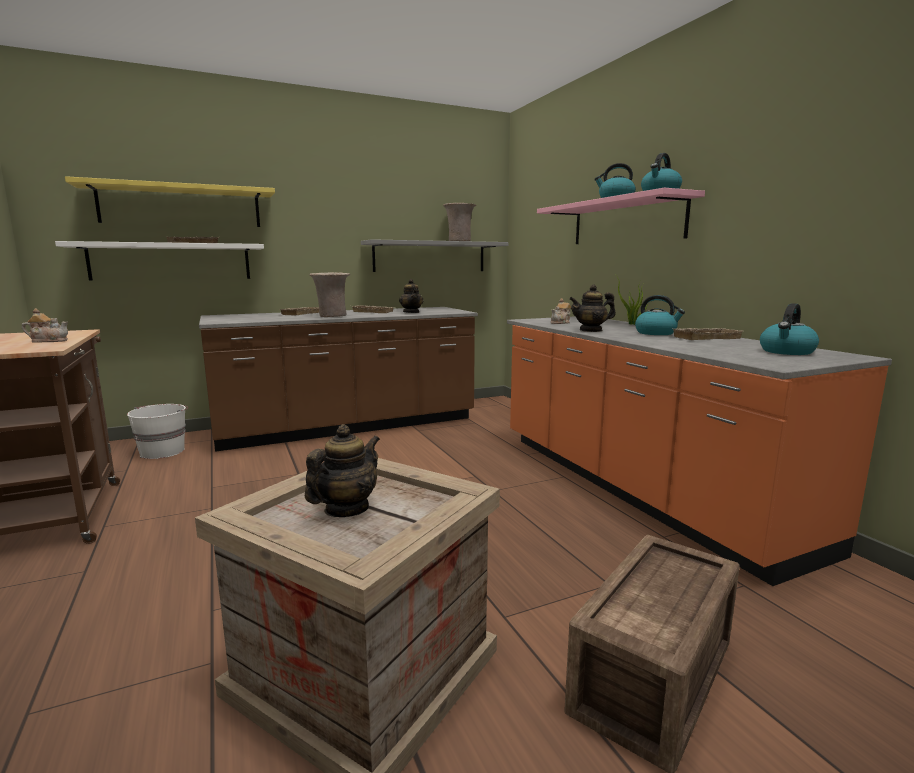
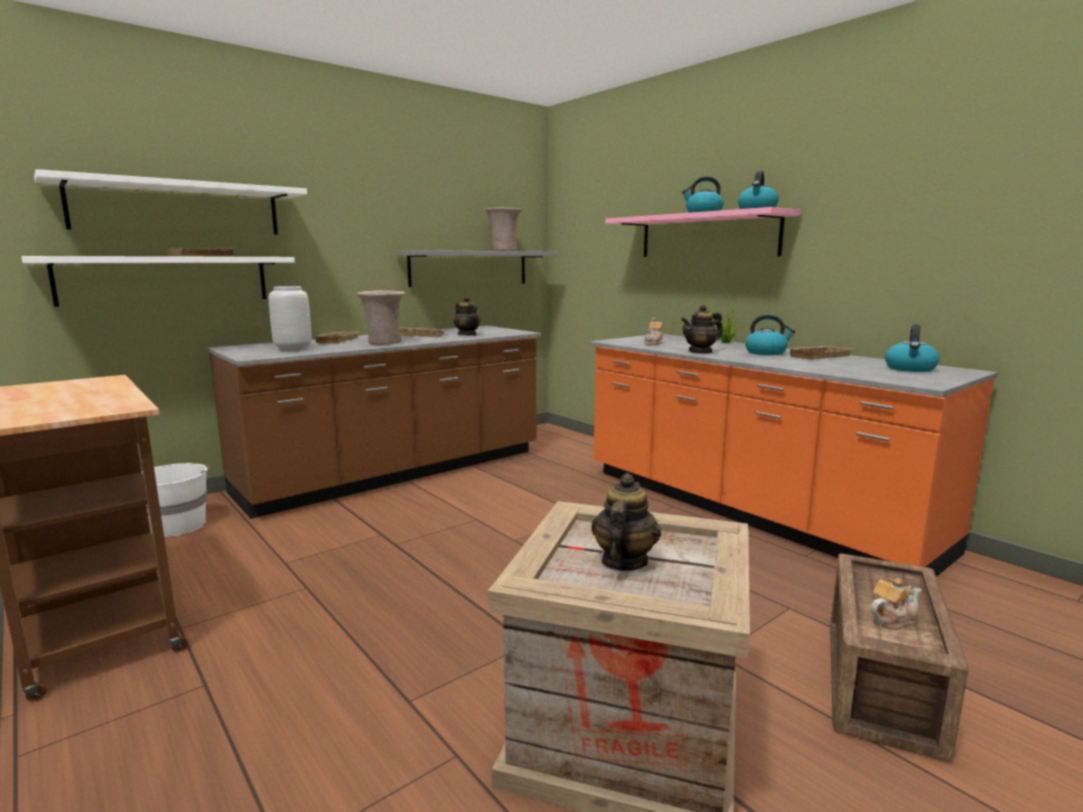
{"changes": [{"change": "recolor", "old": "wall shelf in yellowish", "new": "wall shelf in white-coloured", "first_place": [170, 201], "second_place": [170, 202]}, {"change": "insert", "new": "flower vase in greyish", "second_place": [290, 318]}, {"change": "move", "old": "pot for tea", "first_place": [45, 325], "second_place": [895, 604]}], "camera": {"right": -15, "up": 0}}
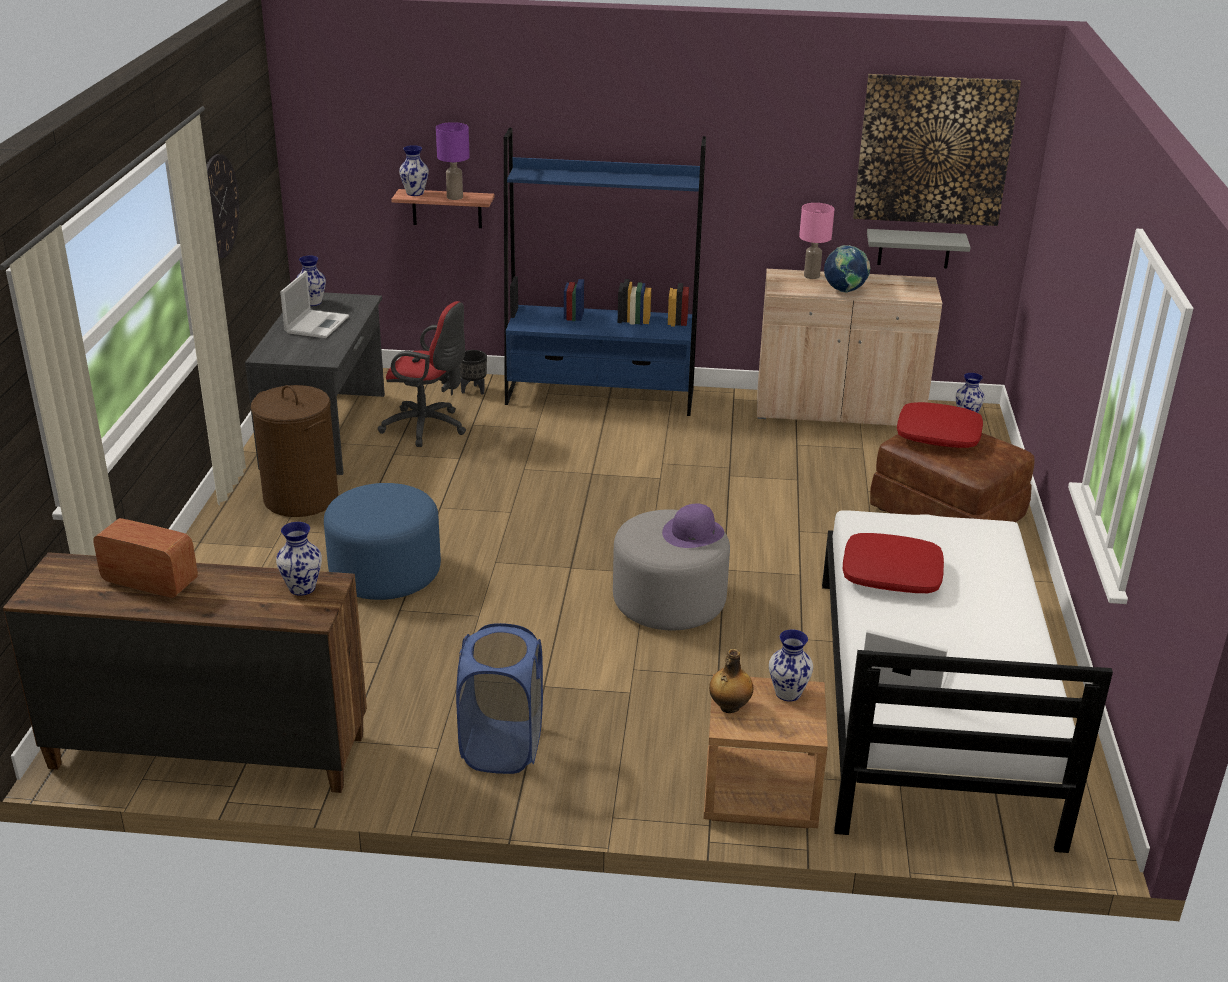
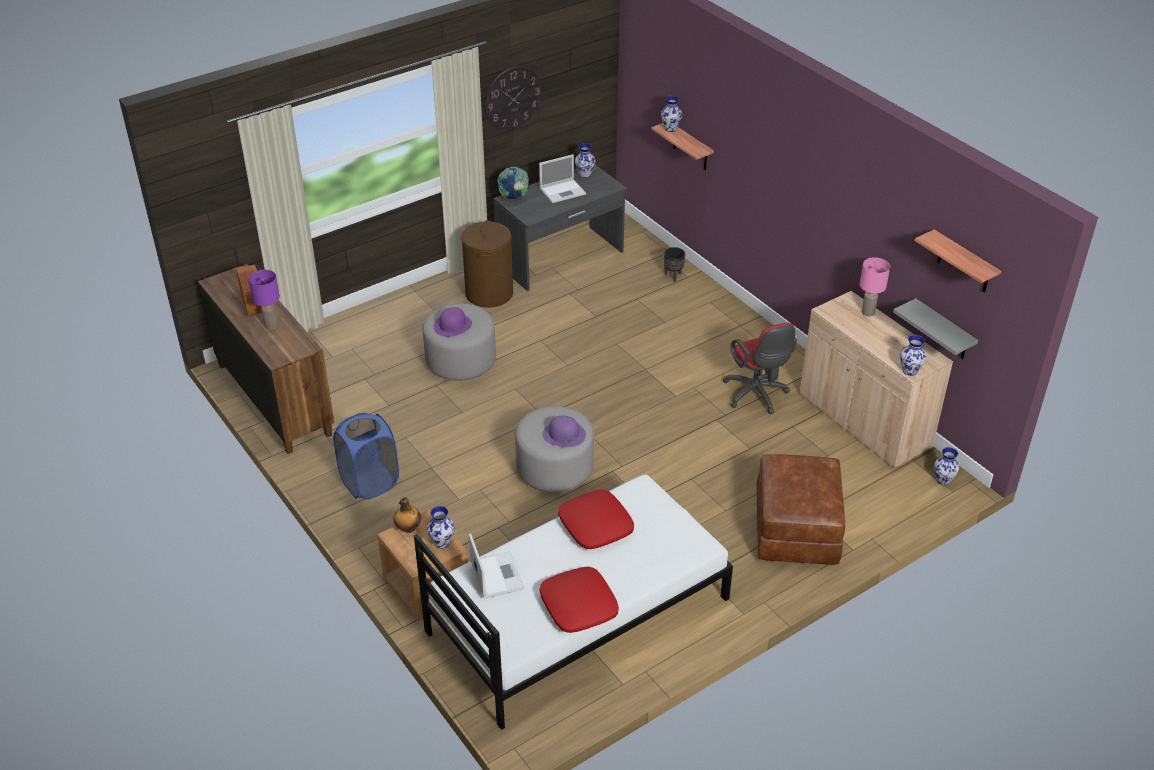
{"changes": [{"change": "move", "old": "tabletop lamp in purplish", "first_place": [453, 161], "second_place": [264, 299]}, {"change": "recolor", "old": "ottoman in blue-coloured", "new": "ottoman in greyish", "first_place": [382, 541], "second_place": [459, 342]}, {"change": "insert", "new": "hat in purplish", "second_place": [453, 322]}, {"change": "move", "old": "desk globe", "first_place": [847, 269], "second_place": [513, 183]}, {"change": "move", "old": "throw pillow in red-coloured", "first_place": [940, 425], "second_place": [579, 600]}, {"change": "move", "old": "desk chair in red-coloured", "first_place": [422, 374], "second_place": [760, 368]}, {"change": "move", "old": "flower vase", "first_place": [299, 559], "second_place": [913, 355]}, {"change": "replace", "old": "picture", "new": "wall shelf", "first_place": [937, 150], "second_place": [957, 261]}, {"change": "delete", "old": "bookcase in blue-coloured", "first_place": [605, 272]}], "camera": {"right": 50, "up": 10}}
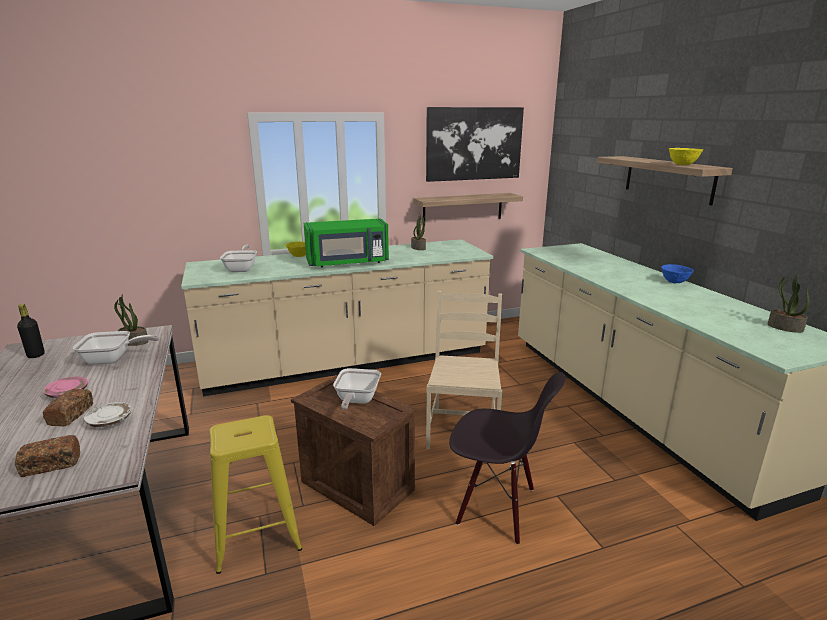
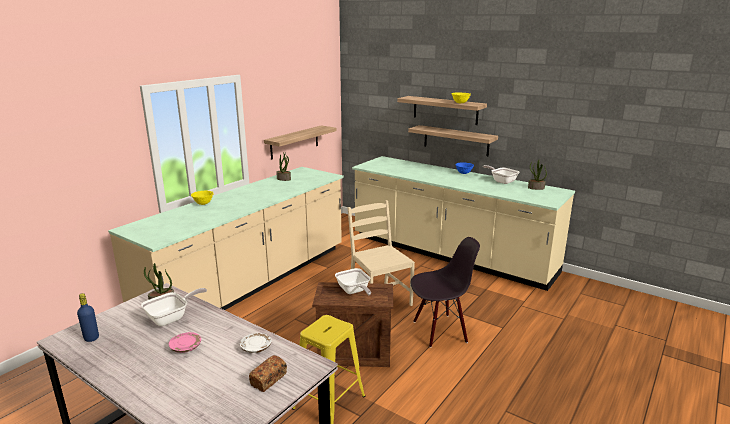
{"changes": [{"change": "recolor", "old": "beverage bottle in blackish", "new": "beverage bottle in blue-coloured", "first_place": [31, 331], "second_place": [88, 317]}, {"change": "insert", "new": "wall shelf", "second_place": [453, 140]}, {"change": "move", "old": "skillet", "first_place": [238, 258], "second_place": [501, 174]}, {"change": "delete", "old": "baked bread", "first_place": [68, 407]}, {"change": "delete", "old": "microwave in greenish", "first_place": [346, 242]}, {"change": "delete", "old": "picture", "first_place": [475, 144]}], "camera": {"right": -35, "up": 0}}
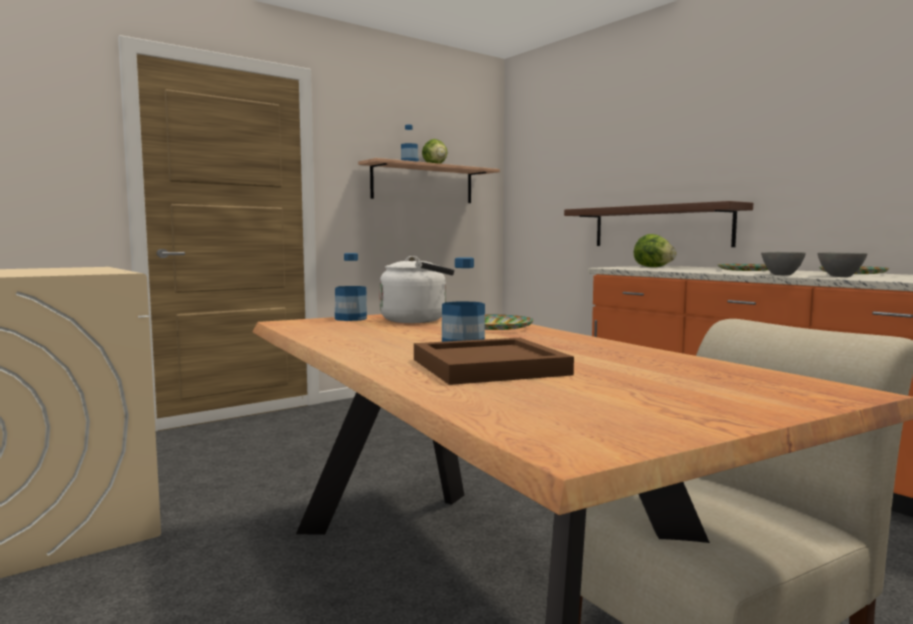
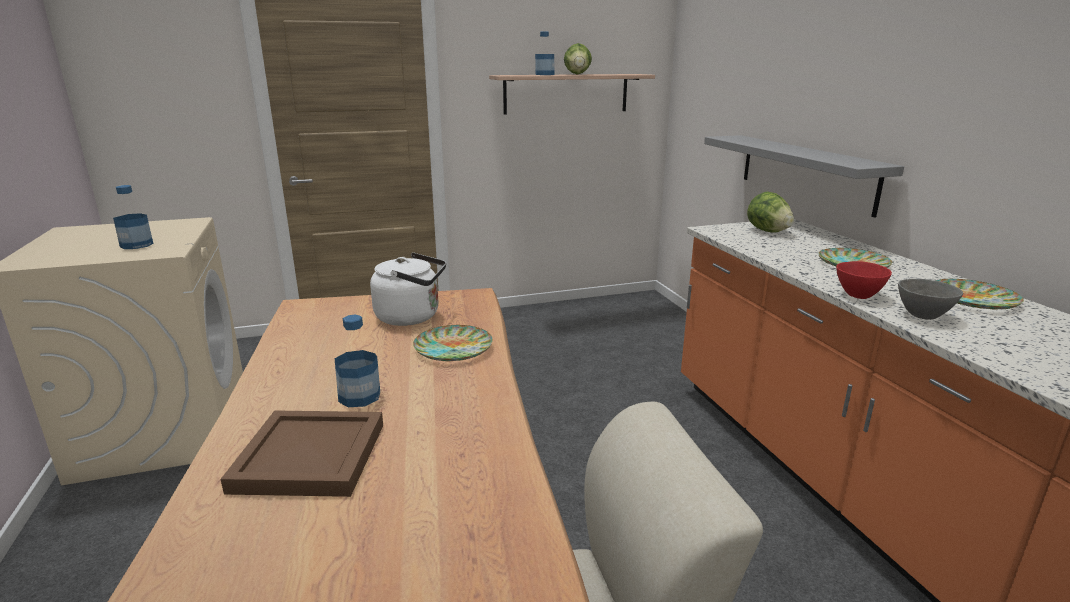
{"changes": [{"change": "move", "old": "beverage bottle", "first_place": [351, 287], "second_place": [133, 217]}, {"change": "recolor", "old": "wall shelf in brownish", "new": "wall shelf in greyish", "first_place": [658, 224], "second_place": [804, 176]}, {"change": "recolor", "old": "bowl in greyish", "new": "bowl in red-coloured", "first_place": [783, 263], "second_place": [864, 280]}], "camera": {"right": 20, "up": 15}}
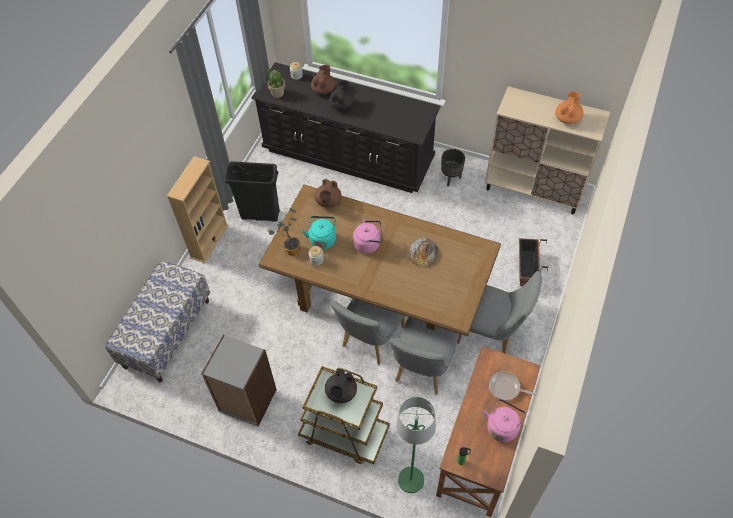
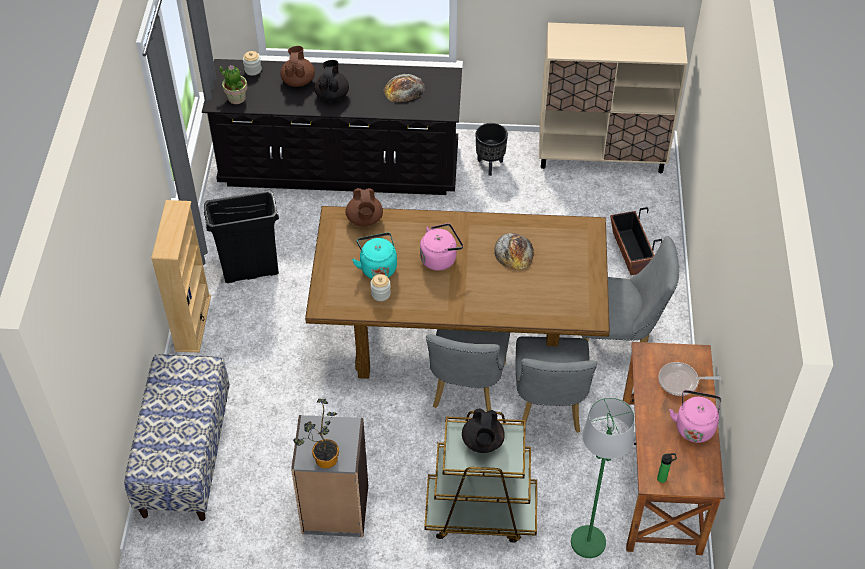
{"changes": [{"change": "move", "old": "plant in a pot", "first_place": [284, 232], "second_place": [316, 433]}, {"change": "insert", "new": "baked bread", "second_place": [404, 88]}, {"change": "delete", "old": "pot for tea in orange-coloured", "first_place": [569, 108]}], "camera": {"right": -20, "up": -5}}
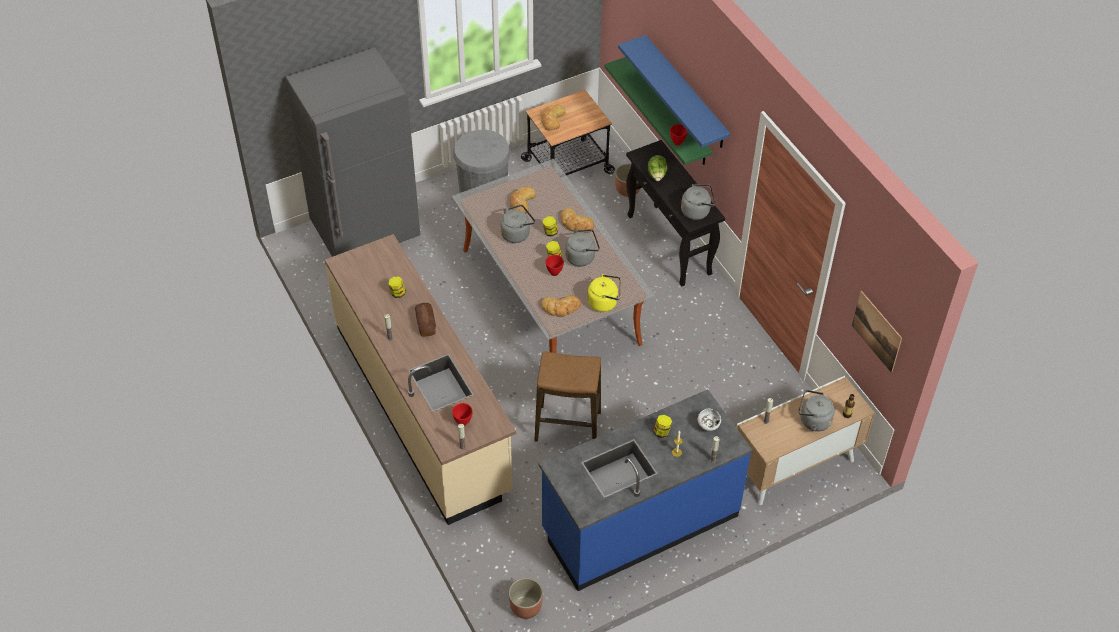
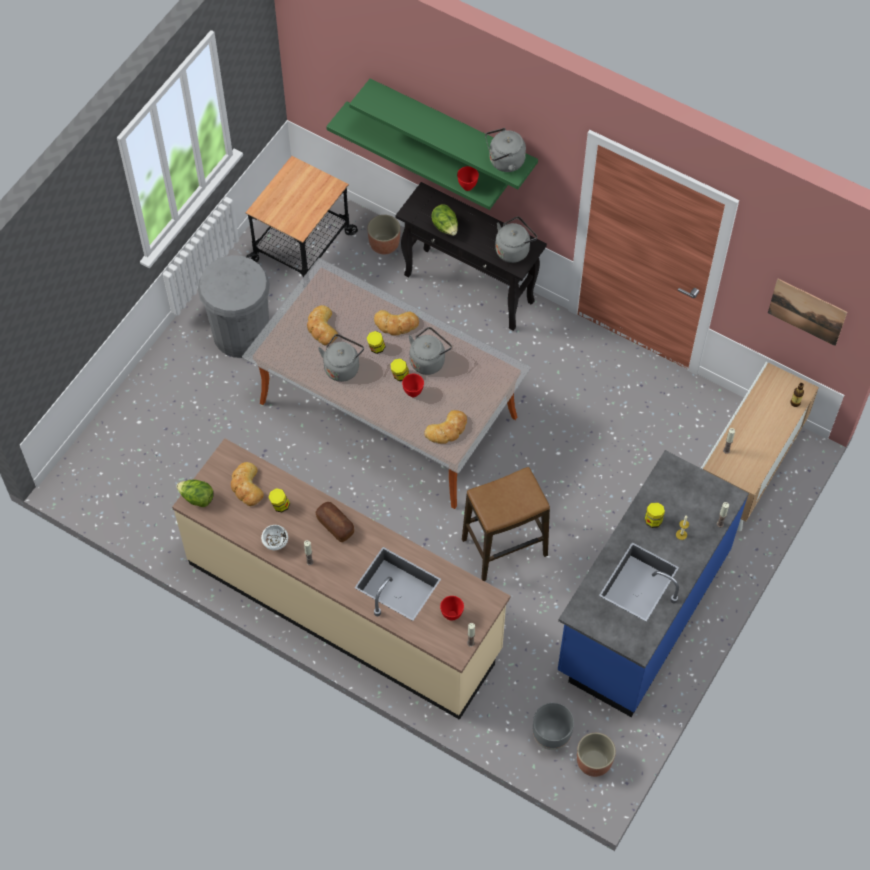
{"changes": [{"change": "insert", "new": "head of lettuce", "second_place": [195, 493]}, {"change": "move", "old": "baked bread", "first_place": [553, 117], "second_place": [247, 484]}, {"change": "move", "old": "bowl in white-coloured", "first_place": [709, 420], "second_place": [274, 537]}, {"change": "recolor", "old": "wall shelf in blue-coloured", "new": "wall shelf in greenish", "first_place": [674, 91], "second_place": [443, 133]}, {"change": "move", "old": "water kettle in greyish", "first_place": [816, 411], "second_place": [505, 150]}, {"change": "insert", "new": "planter in greyish", "second_place": [553, 726]}, {"change": "delete", "old": "refrigerator in greyish", "first_place": [353, 152]}, {"change": "delete", "old": "water kettle in yellowish", "first_place": [604, 293]}], "camera": {"right": -30, "up": 10}}
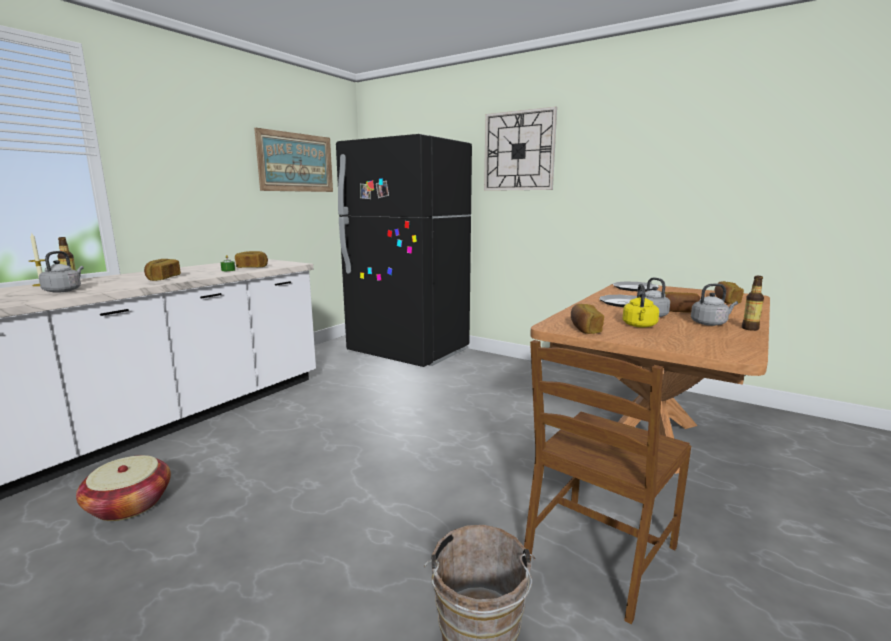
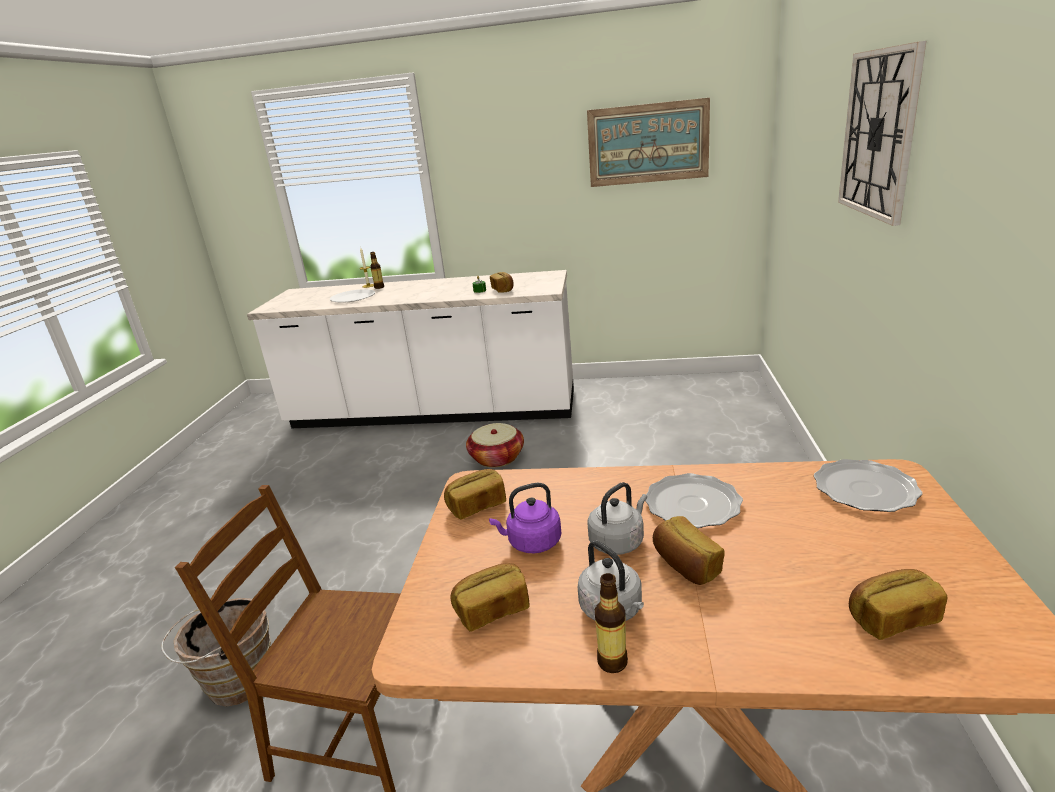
{"changes": [{"change": "replace", "old": "water kettle in greyish", "new": "flat dish in white-coloured", "first_place": [61, 272], "second_place": [352, 295]}, {"change": "move", "old": "baked bread", "first_place": [162, 270], "second_place": [490, 597]}, {"change": "move", "old": "storage basket", "first_place": [123, 488], "second_place": [495, 445]}, {"change": "recolor", "old": "water kettle in yellowish", "new": "water kettle in purplish", "first_place": [640, 306], "second_place": [525, 518]}, {"change": "delete", "old": "refrigerator in blackish", "first_place": [404, 250]}], "camera": {"right": 65, "up": 10}}
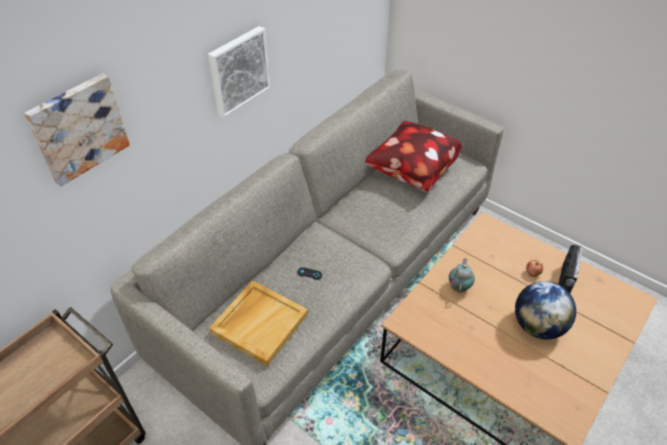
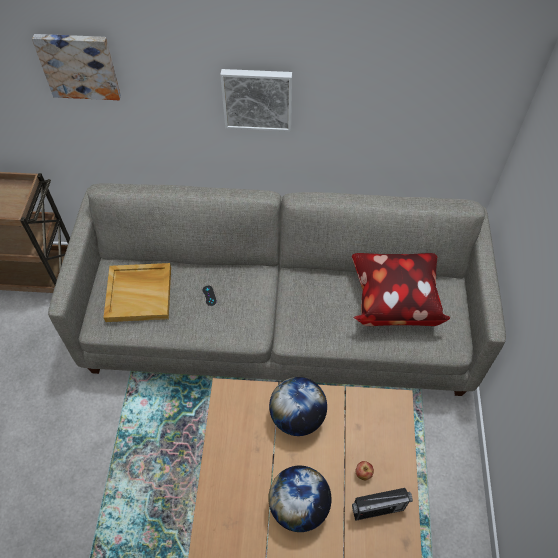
{"changes": [{"change": "replace", "old": "pot for tea", "new": "desk globe", "first_place": [462, 275], "second_place": [298, 406]}], "camera": {"right": 55, "up": 10}}
